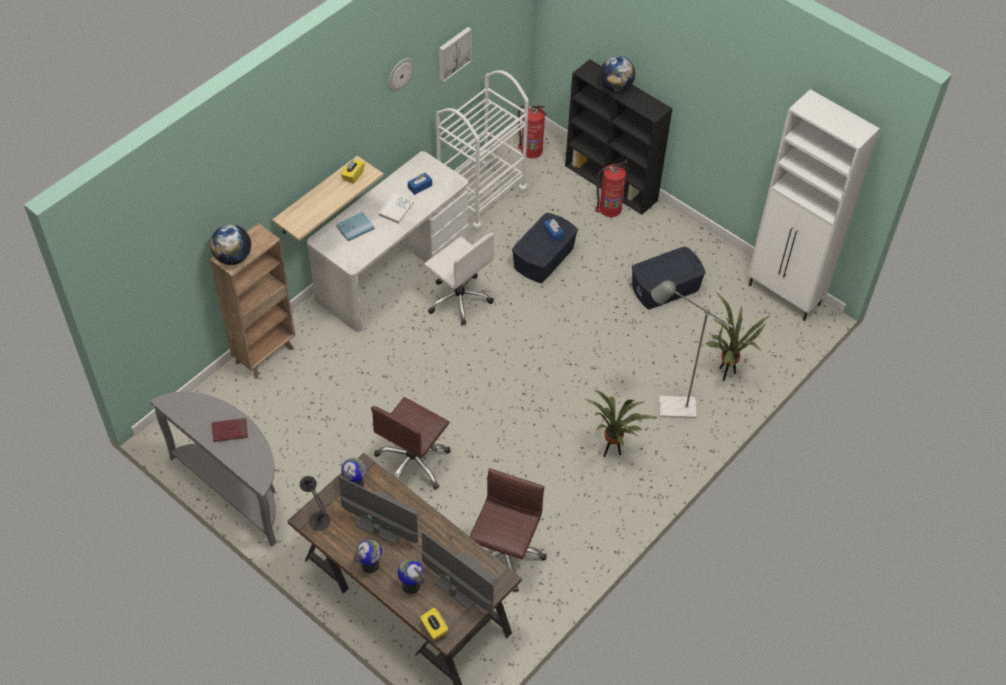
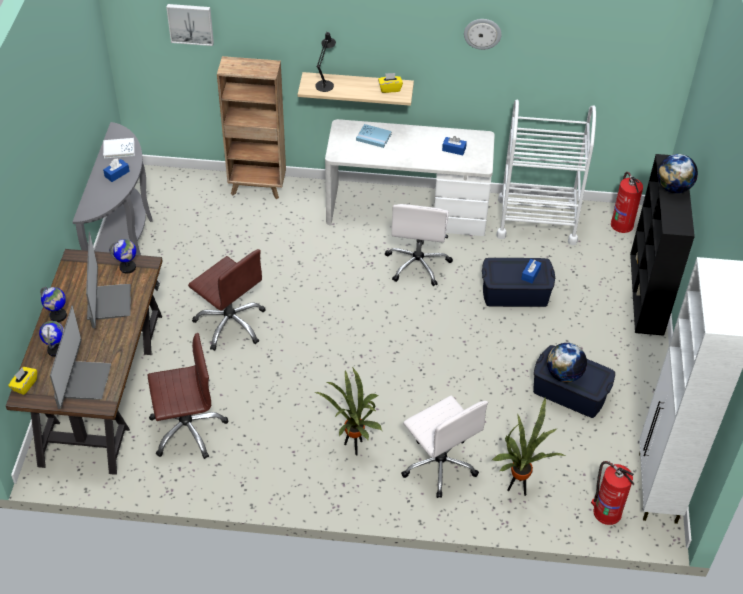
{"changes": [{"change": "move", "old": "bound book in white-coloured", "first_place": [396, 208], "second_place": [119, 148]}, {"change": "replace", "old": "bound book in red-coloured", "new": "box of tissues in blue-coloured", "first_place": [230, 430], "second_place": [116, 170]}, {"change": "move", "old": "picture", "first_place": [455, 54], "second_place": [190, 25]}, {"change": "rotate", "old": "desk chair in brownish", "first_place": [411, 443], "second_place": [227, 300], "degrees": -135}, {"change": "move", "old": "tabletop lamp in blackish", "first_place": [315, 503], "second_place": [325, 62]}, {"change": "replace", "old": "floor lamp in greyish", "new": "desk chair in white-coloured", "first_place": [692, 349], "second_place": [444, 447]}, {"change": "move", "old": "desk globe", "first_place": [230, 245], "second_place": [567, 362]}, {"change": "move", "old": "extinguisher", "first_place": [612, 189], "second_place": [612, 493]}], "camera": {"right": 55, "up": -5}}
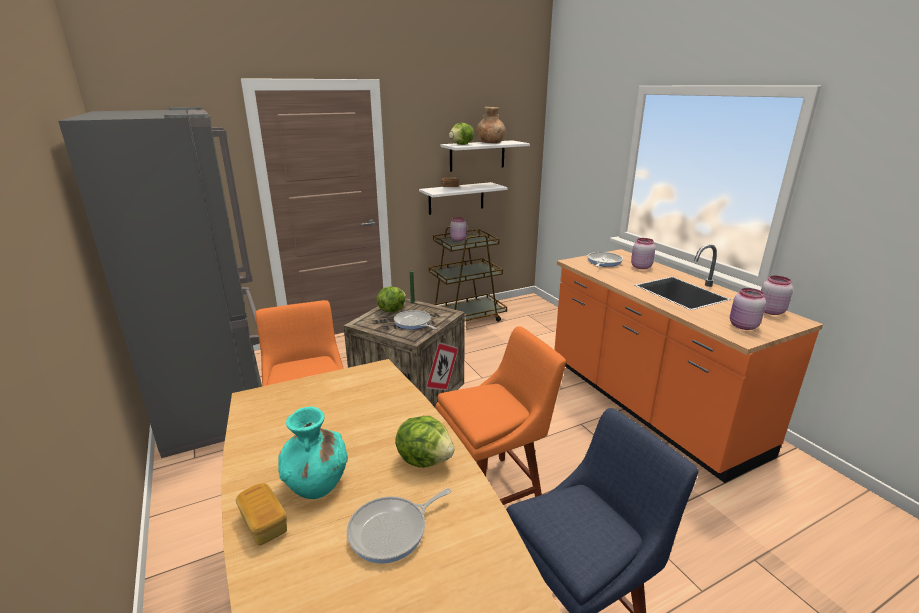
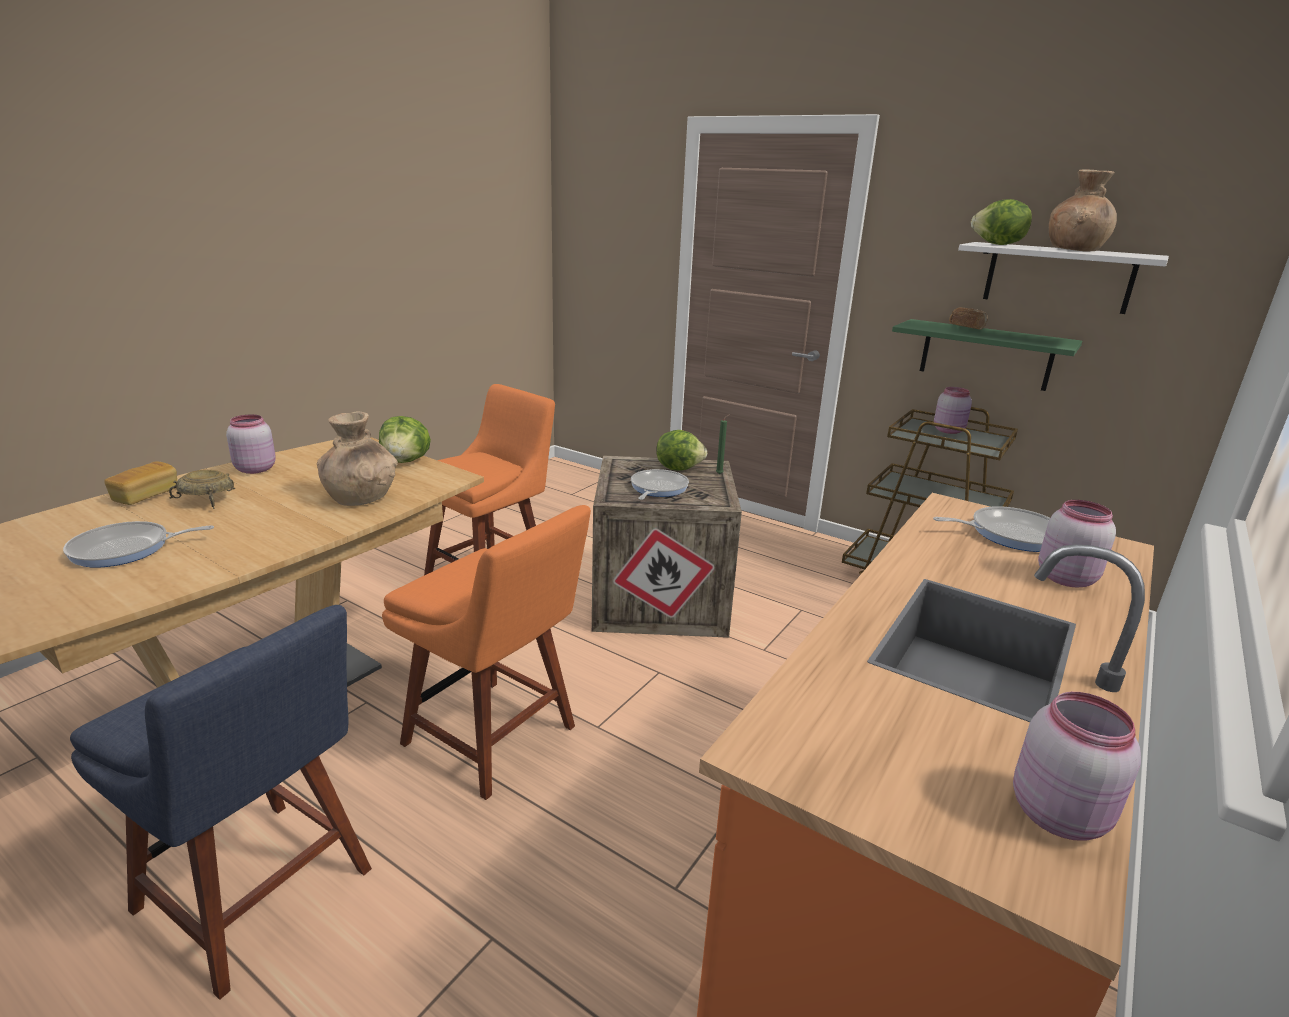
{"changes": [{"change": "rotate", "old": "skillet", "first_place": [399, 526], "second_place": [138, 544], "degrees": -45}, {"change": "replace", "old": "flower vase in turquoise-coloured", "new": "bowl in beige", "first_place": [313, 452], "second_place": [202, 489]}, {"change": "move", "old": "jar in pinkish", "first_place": [748, 309], "second_place": [251, 444]}, {"change": "insert", "new": "flower vase in brownish", "second_place": [357, 458]}, {"change": "move", "old": "head of lettuce", "first_place": [425, 442], "second_place": [405, 439]}, {"change": "recolor", "old": "wall shelf in white-coloured", "new": "wall shelf in greenish", "first_place": [463, 198], "second_place": [987, 355]}, {"change": "delete", "old": "refrigerator in greyish", "first_place": [160, 282]}], "camera": {"right": 60, "up": 0}}
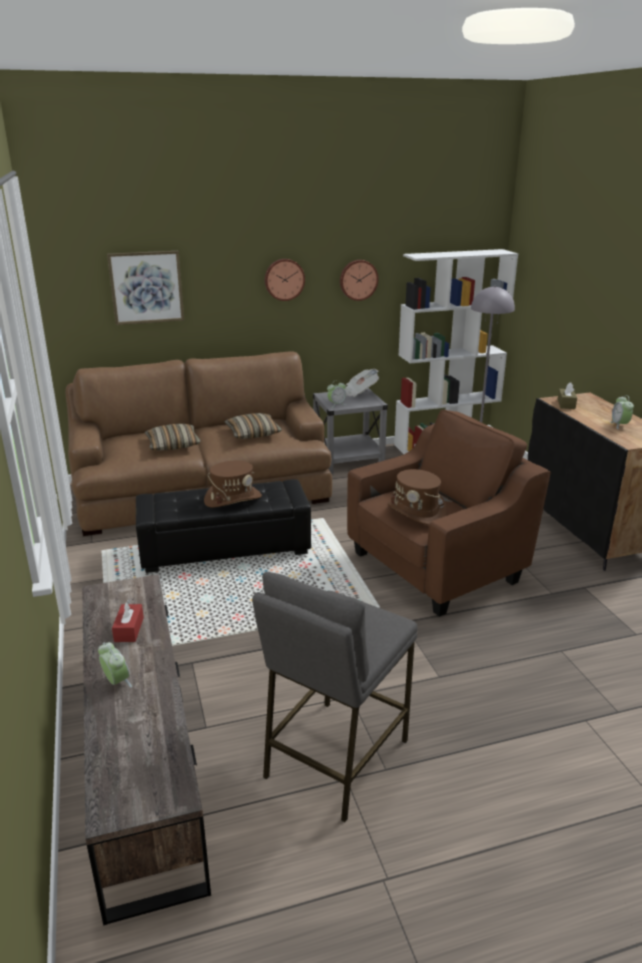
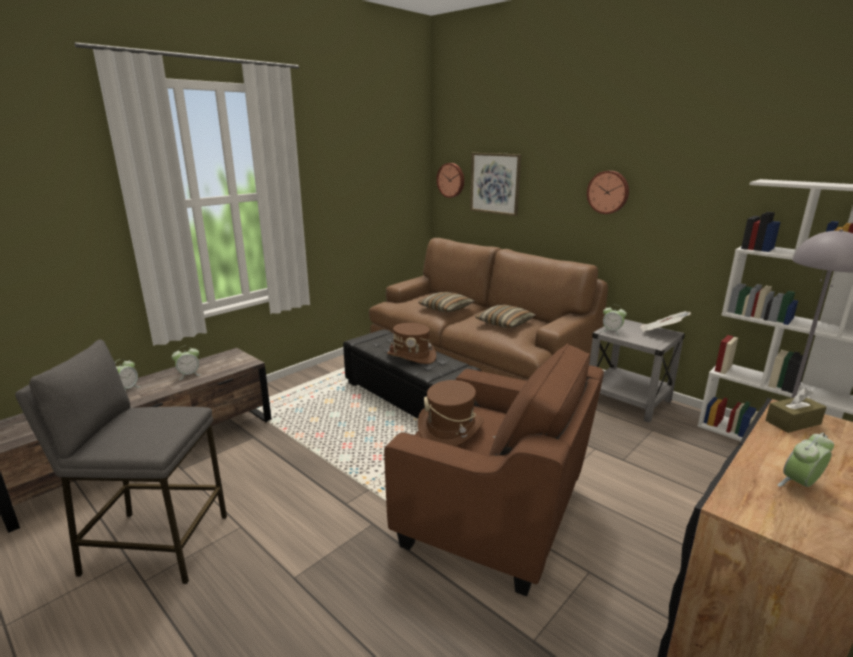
{"changes": [{"change": "replace", "old": "box of tissues in red-coloured", "new": "bedside clock", "first_place": [128, 621], "second_place": [186, 363]}, {"change": "move", "old": "hanging clock", "first_place": [359, 280], "second_place": [450, 180]}], "camera": {"right": 60, "up": -5}}
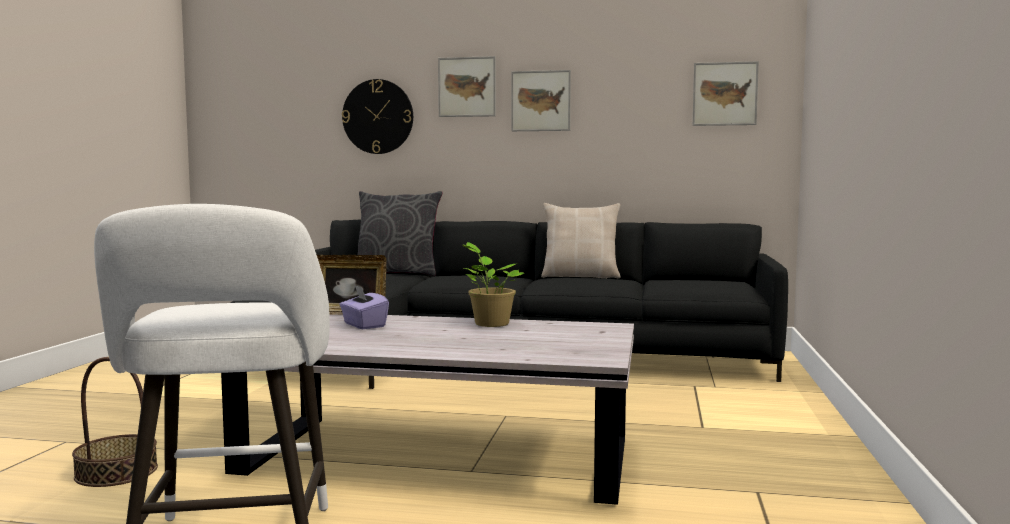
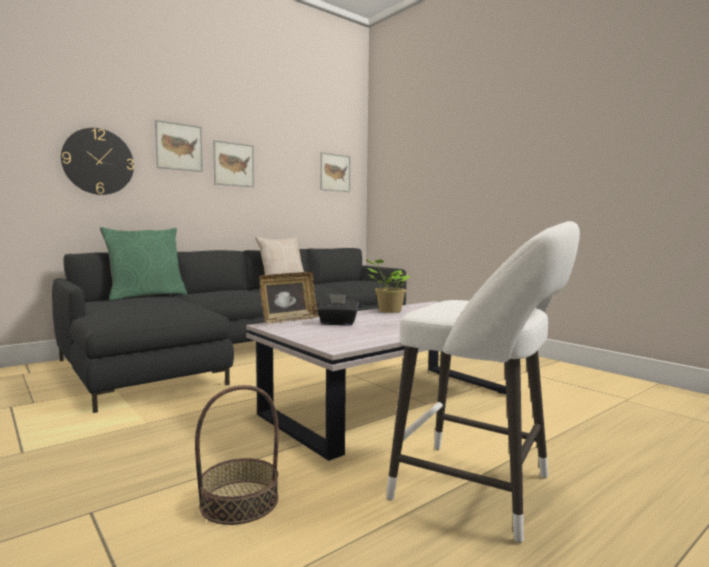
{"changes": [{"change": "recolor", "old": "throw pillow in greyish", "new": "throw pillow in greenish", "first_place": [399, 233], "second_place": [143, 264]}, {"change": "recolor", "old": "box of tissues in purplish", "new": "box of tissues in blackish", "first_place": [364, 307], "second_place": [338, 309]}], "camera": {"right": -50, "up": 0}}
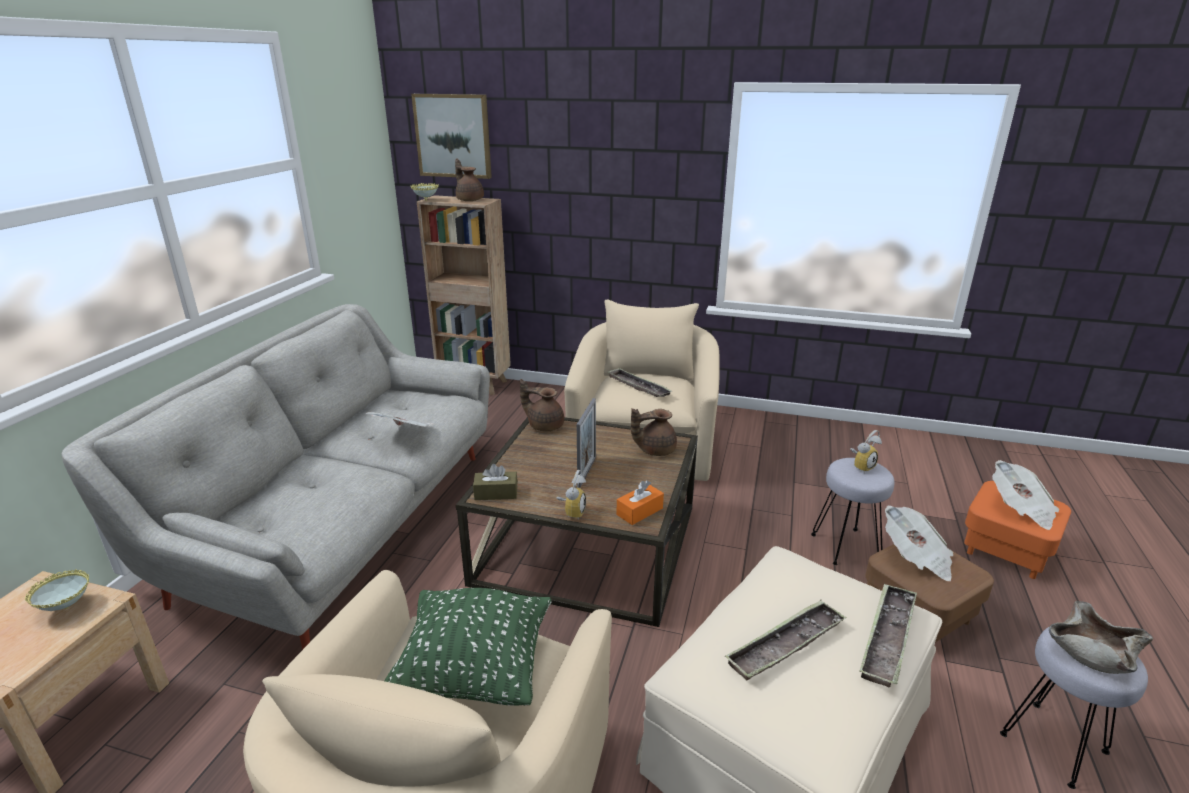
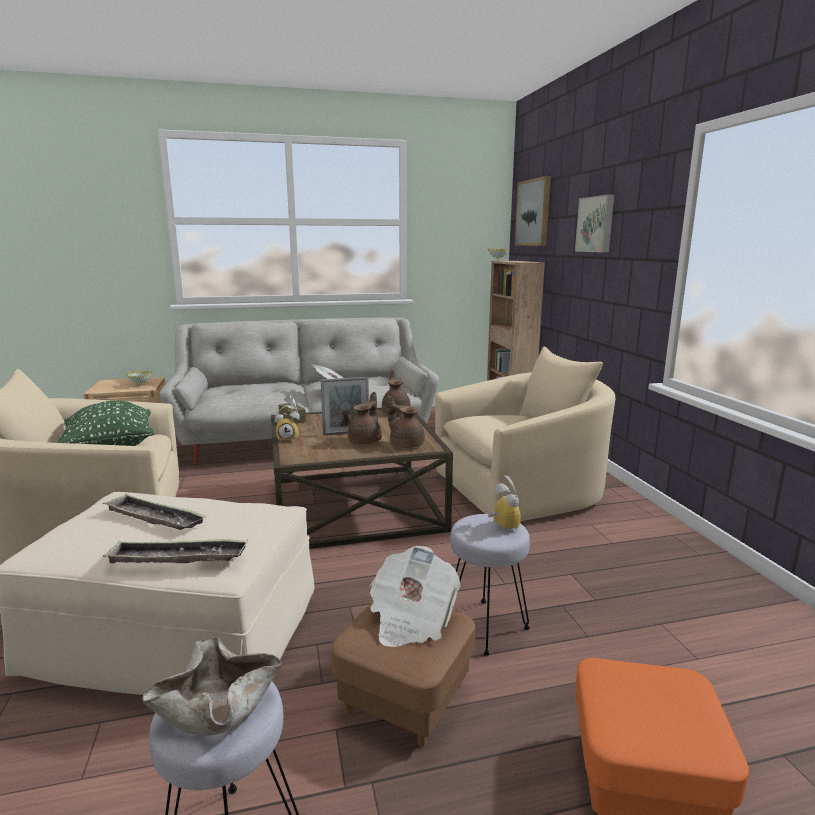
{"changes": [{"change": "move", "old": "pot for tea in brownish", "first_place": [469, 180], "second_place": [365, 418]}, {"change": "rotate", "old": "bedside clock", "first_place": [866, 451], "second_place": [504, 504], "degrees": -135}, {"change": "insert", "new": "picture", "second_place": [594, 223]}, {"change": "delete", "old": "carrying tray", "first_place": [639, 382]}, {"change": "delete", "old": "box of tissues in orange-coloured", "first_place": [640, 502]}, {"change": "delete", "old": "daily paper", "first_place": [1025, 495]}], "camera": {"right": 60, "up": -10}}
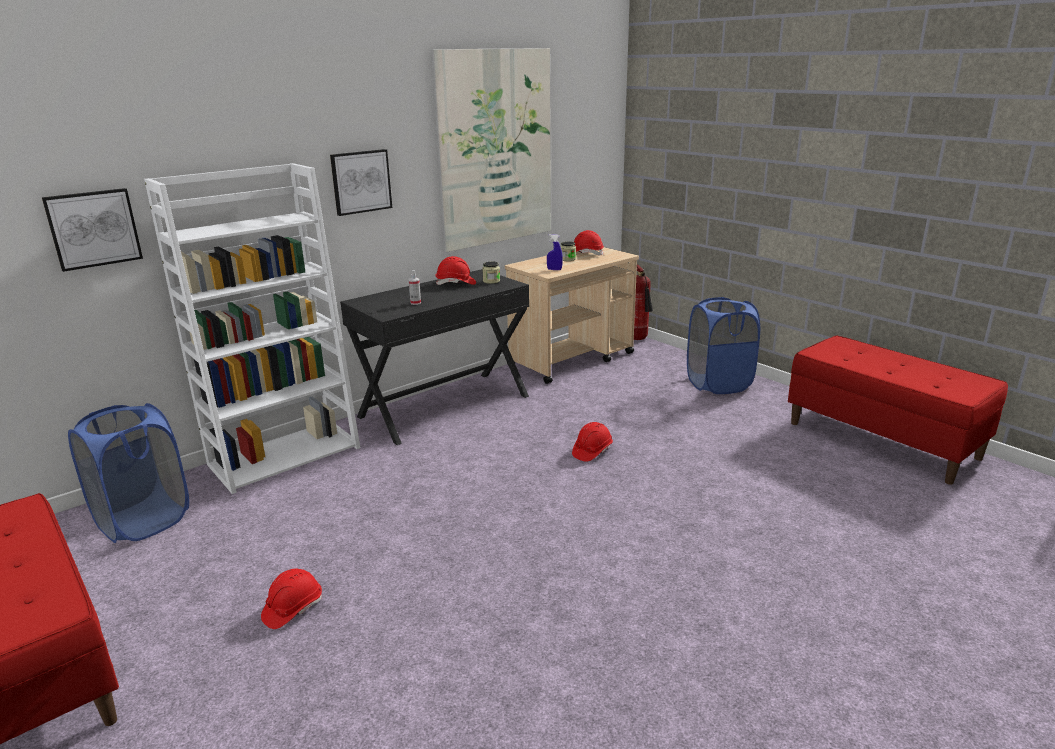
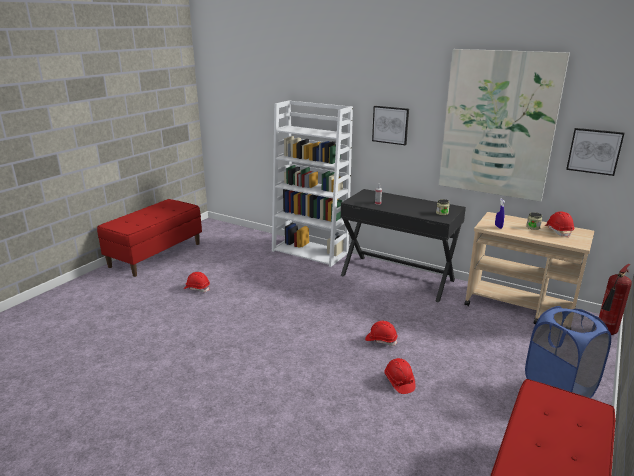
{"changes": [{"change": "move", "old": "hard hat in red-coloured", "first_place": [456, 270], "second_place": [399, 376]}, {"change": "move", "old": "picture", "first_place": [92, 230], "second_place": [595, 152]}, {"change": "delete", "old": "washing basket in blue-coloured", "first_place": [128, 473]}], "camera": {"right": 70, "up": 0}}
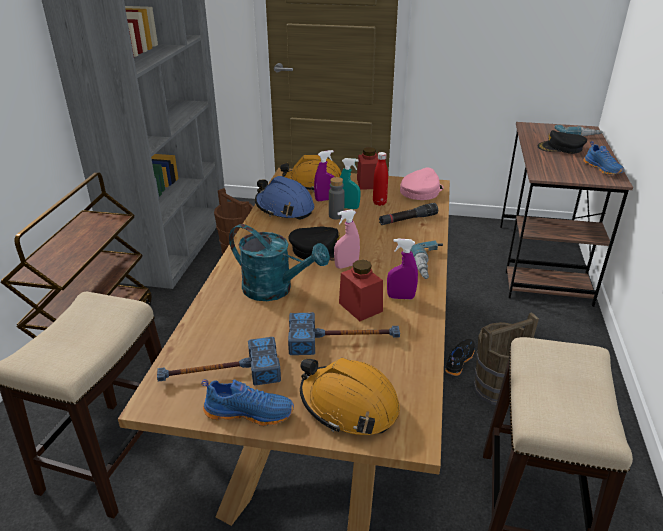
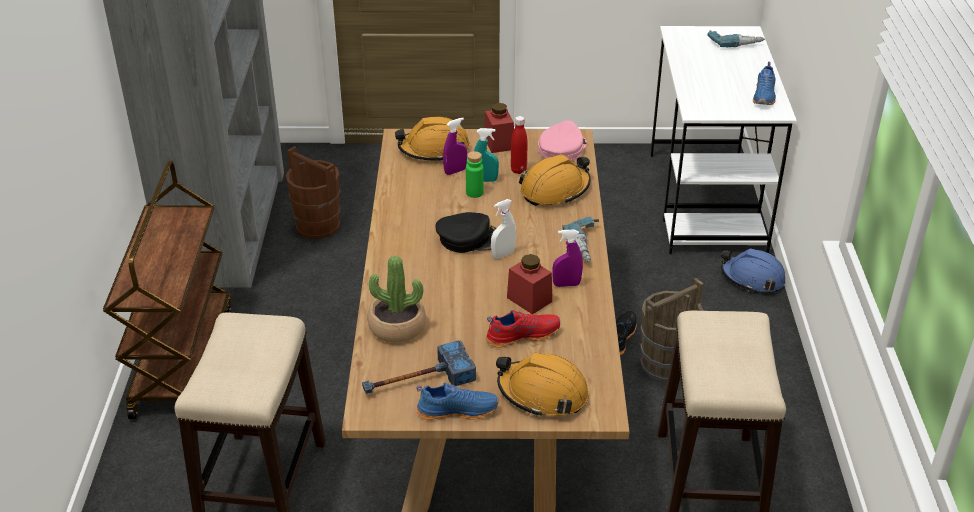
{"changes": [{"change": "insert", "new": "plant in a pot", "second_place": [396, 299]}, {"change": "recolor", "old": "beverage bottle in greyish", "new": "beverage bottle in greenish", "first_place": [337, 198], "second_place": [475, 174]}, {"change": "replace", "old": "hand hammer", "new": "low shoe in red-coloured", "first_place": [344, 333], "second_place": [523, 329]}, {"change": "recolor", "old": "hand sprayer in pinkish", "new": "hand sprayer in white-coloured", "first_place": [347, 239], "second_place": [503, 229]}, {"change": "replace", "old": "hand torch in blackish", "new": "hard hat in orange-coloured", "first_place": [408, 214], "second_place": [555, 180]}, {"change": "recolor", "old": "desk in brownish", "new": "desk in white-coloured", "first_place": [566, 214], "second_place": [723, 140]}, {"change": "move", "old": "hard hat in blue-coloured", "first_place": [284, 198], "second_place": [753, 270]}, {"change": "rotate", "old": "low shoe in blue-coloured", "first_place": [603, 158], "second_place": [764, 83], "degrees": 45}, {"change": "delete", "old": "watering can in turquoise-coloured", "first_place": [279, 262]}, {"change": "delete", "old": "cap in blackish", "first_place": [562, 142]}], "camera": {"right": -10, "up": 5}}
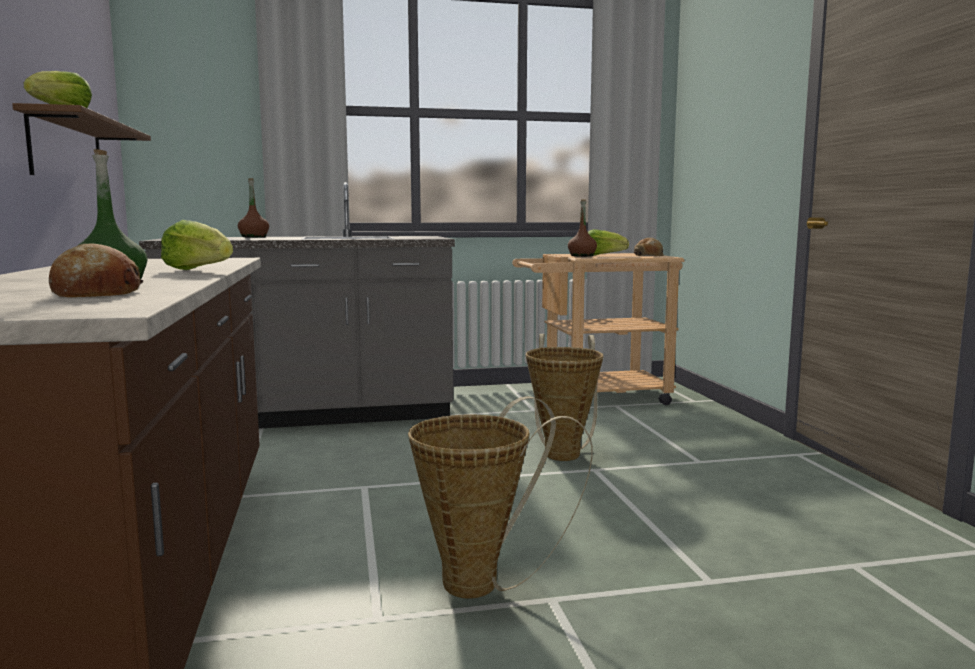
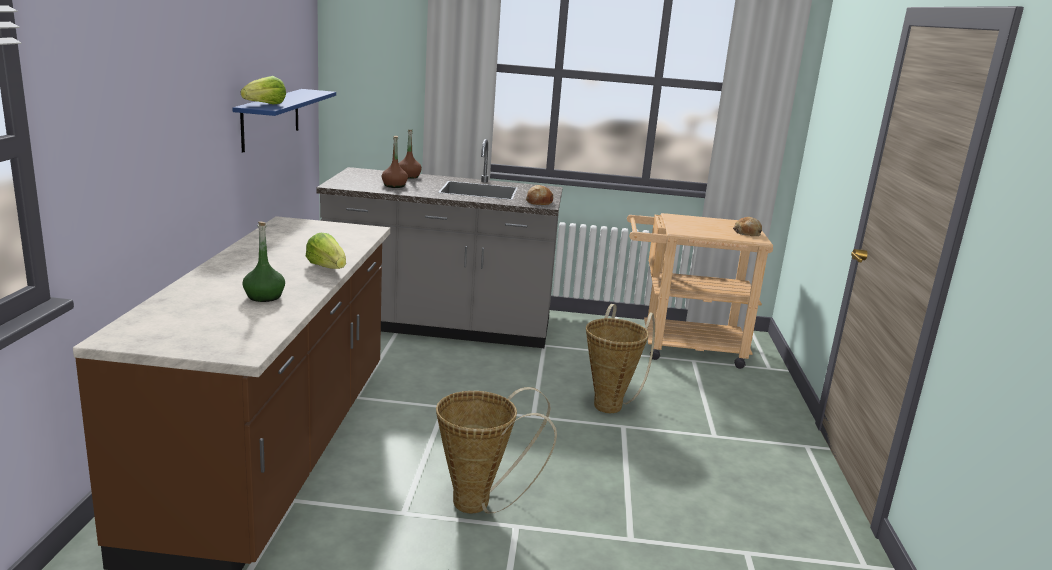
{"changes": [{"change": "recolor", "old": "wall shelf in brownish", "new": "wall shelf in blue-coloured", "first_place": [81, 139], "second_place": [284, 120]}, {"change": "move", "old": "beverage bottle in brownish", "first_place": [582, 228], "second_place": [395, 162]}, {"change": "move", "old": "baked bread", "first_place": [96, 270], "second_place": [539, 195]}, {"change": "delete", "old": "head of lettuce", "first_place": [608, 242]}], "camera": {"right": 15, "up": 10}}
